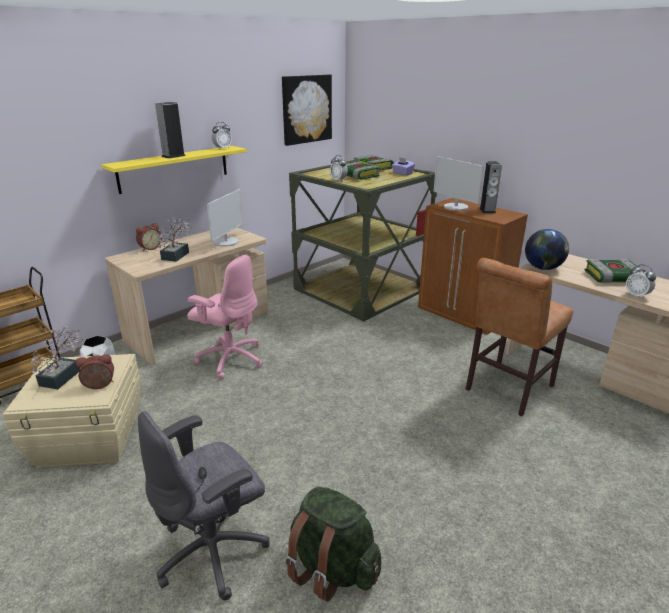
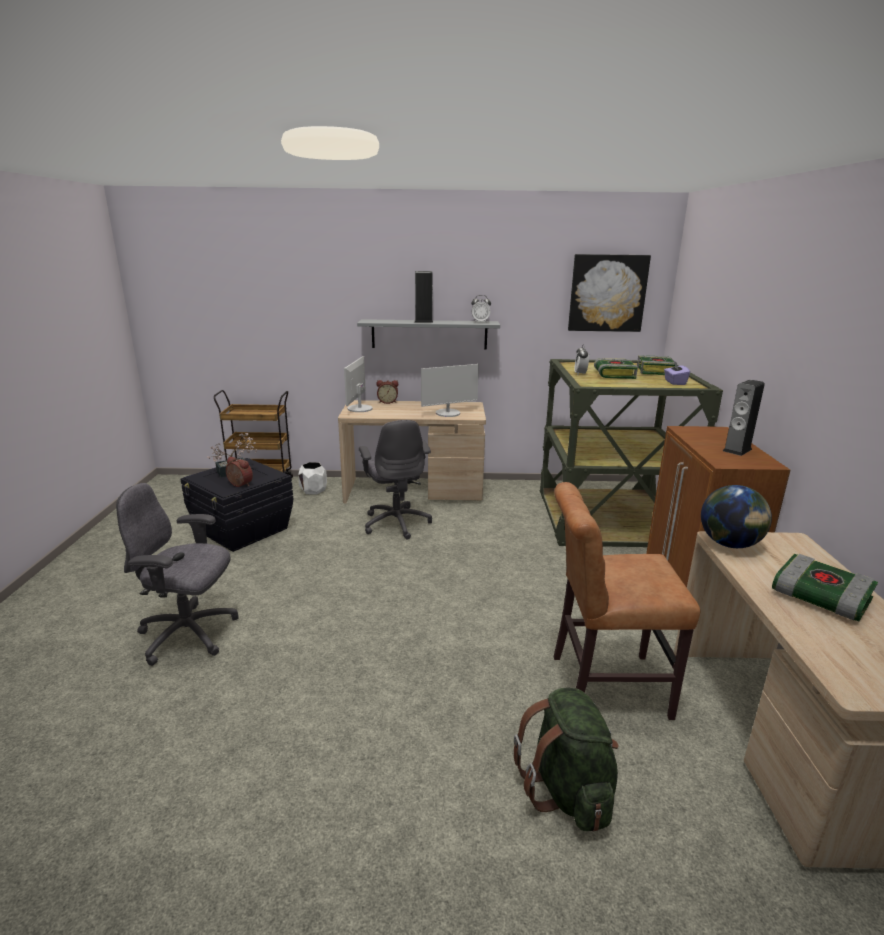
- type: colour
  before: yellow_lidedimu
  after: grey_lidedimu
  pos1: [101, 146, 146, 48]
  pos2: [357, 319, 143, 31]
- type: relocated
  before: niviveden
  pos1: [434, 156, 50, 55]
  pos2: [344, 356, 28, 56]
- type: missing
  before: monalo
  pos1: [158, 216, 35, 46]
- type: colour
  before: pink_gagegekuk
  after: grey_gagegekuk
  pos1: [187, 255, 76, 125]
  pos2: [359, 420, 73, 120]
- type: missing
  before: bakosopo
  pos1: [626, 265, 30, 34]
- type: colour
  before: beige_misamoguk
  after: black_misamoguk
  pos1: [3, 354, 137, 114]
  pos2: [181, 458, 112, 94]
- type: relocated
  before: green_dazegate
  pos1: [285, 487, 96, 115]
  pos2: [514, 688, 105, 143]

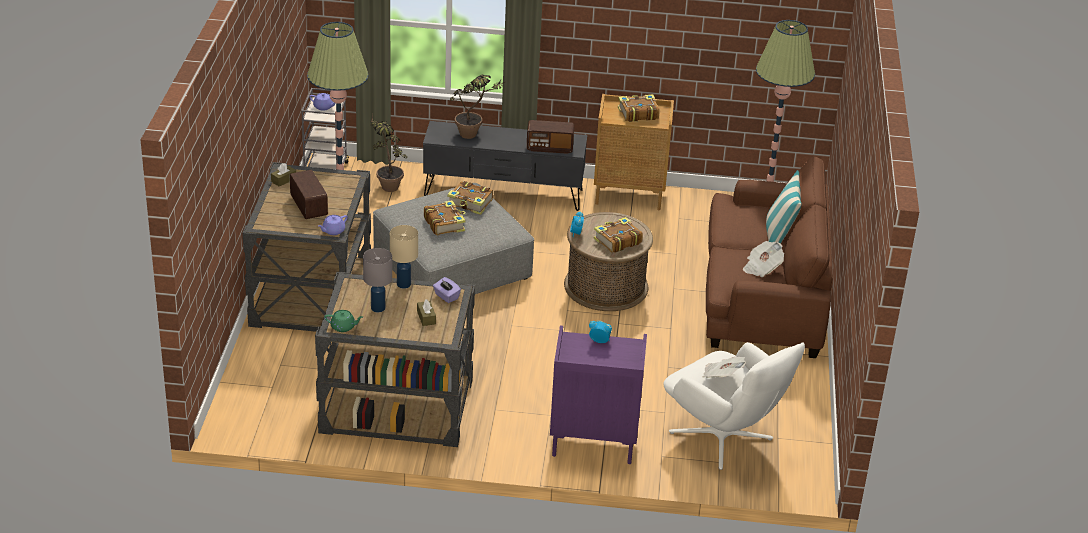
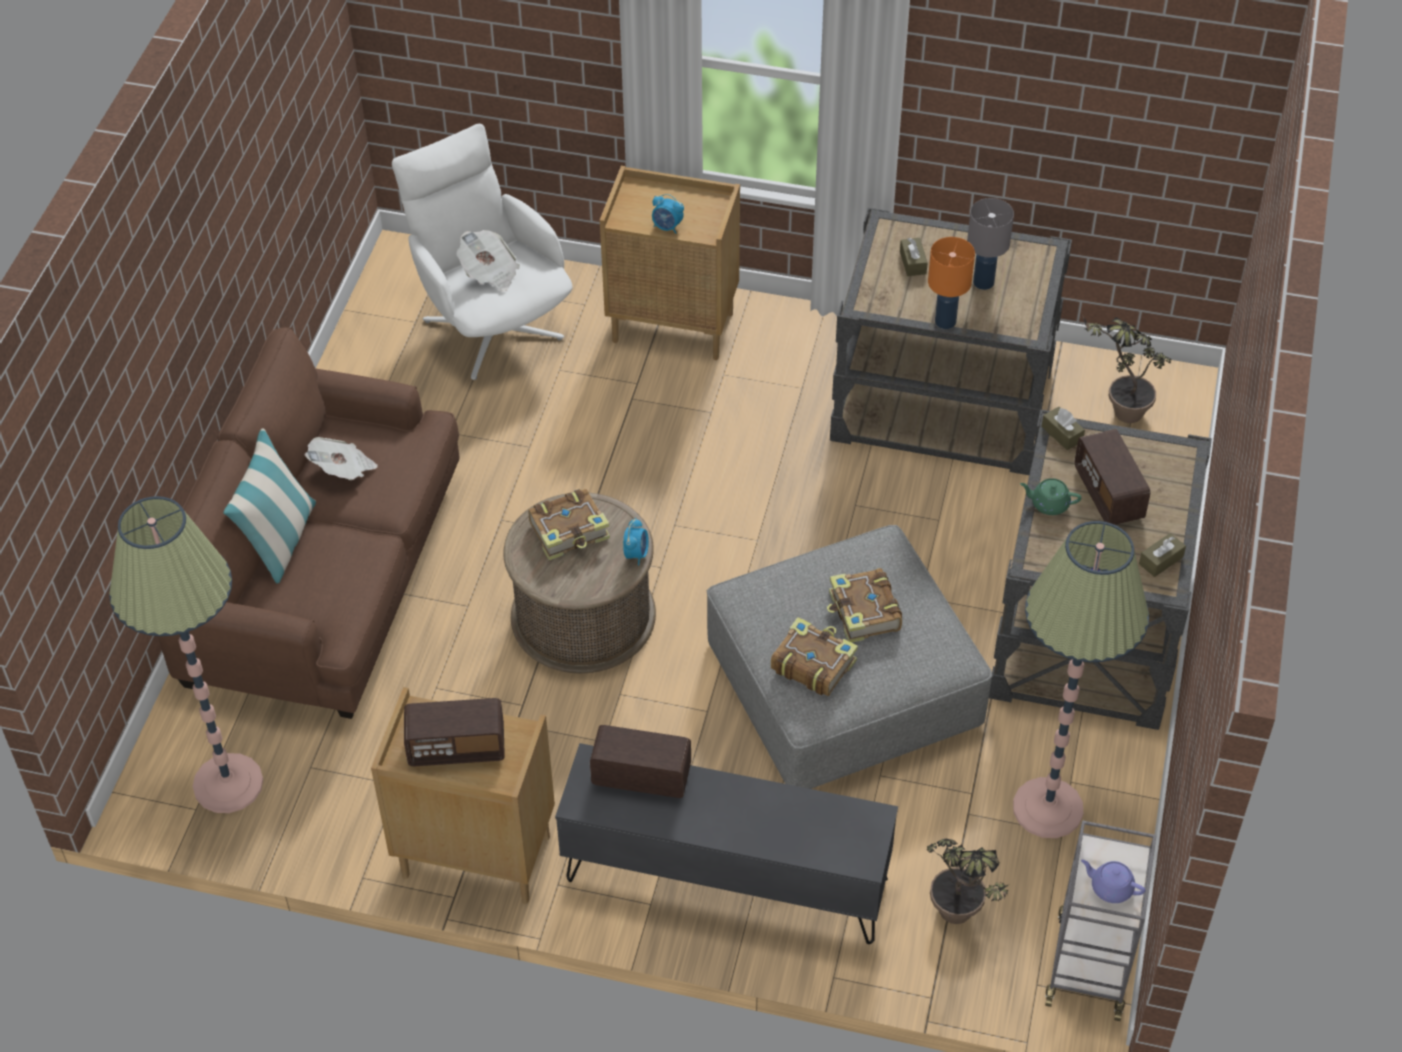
- type: relocated
  before: monalo
  pos1: [450, 74, 55, 65]
  pos2: [1082, 315, 89, 108]
- type: exchanged
  before: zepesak
  after: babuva
  pos1: [618, 94, 42, 28]
  pos2: [404, 698, 101, 68]
- type: exchanged
  before: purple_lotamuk
  after: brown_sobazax
  pos1: [318, 215, 30, 20]
  pos2: [1041, 407, 44, 43]
- type: colour
  before: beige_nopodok
  after: orange_nopodok
  pos1: [390, 225, 28, 64]
  pos2: [928, 237, 47, 92]
- type: missing
  before: purple_sobazax
  pos1: [433, 277, 28, 26]
- type: relocated
  before: green_lotamuk
  pos1: [324, 310, 39, 22]
  pos2: [1020, 478, 62, 37]
- type: colour
  before: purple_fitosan
  after: brown_fitosan
  pos1: [550, 325, 97, 139]
  pos2: [600, 166, 140, 194]

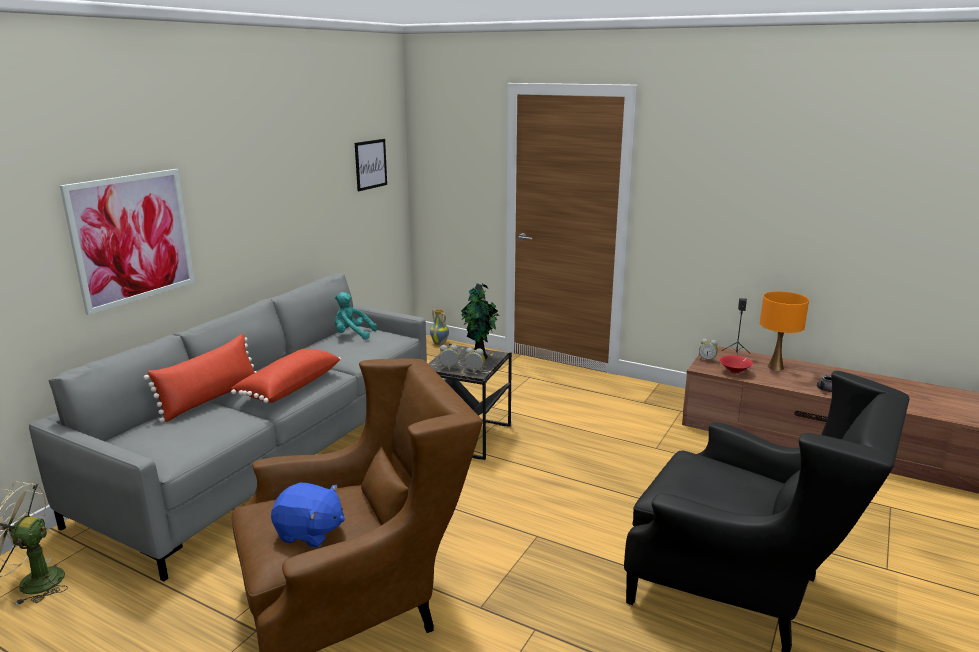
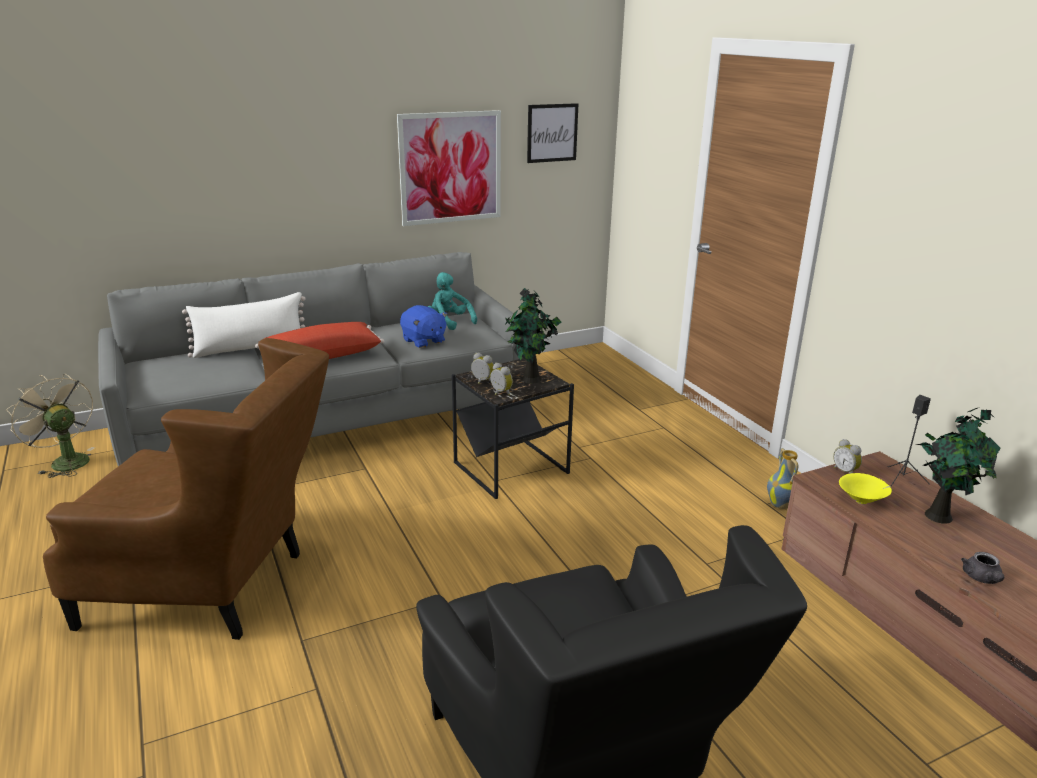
- type: relocated
  before: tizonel
  pos1: [60, 169, 135, 146]
  pos2: [397, 110, 104, 116]
- type: exchanged
  before: orange_nopodok
  after: monalo
  pos1: [760, 291, 49, 80]
  pos2: [916, 408, 85, 116]
- type: relocated
  before: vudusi
  pos1: [430, 309, 19, 36]
  pos2: [767, 448, 31, 61]
- type: colour
  before: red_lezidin
  after: white_lezidin
  pos1: [144, 334, 113, 89]
  pos2: [182, 292, 123, 66]
- type: colour
  before: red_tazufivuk
  after: yellow_tazufivuk
  pos1: [720, 355, 33, 19]
  pos2: [839, 473, 53, 31]
- type: relocated
  before: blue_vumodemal
  pos1: [271, 483, 74, 65]
  pos2: [400, 305, 47, 43]

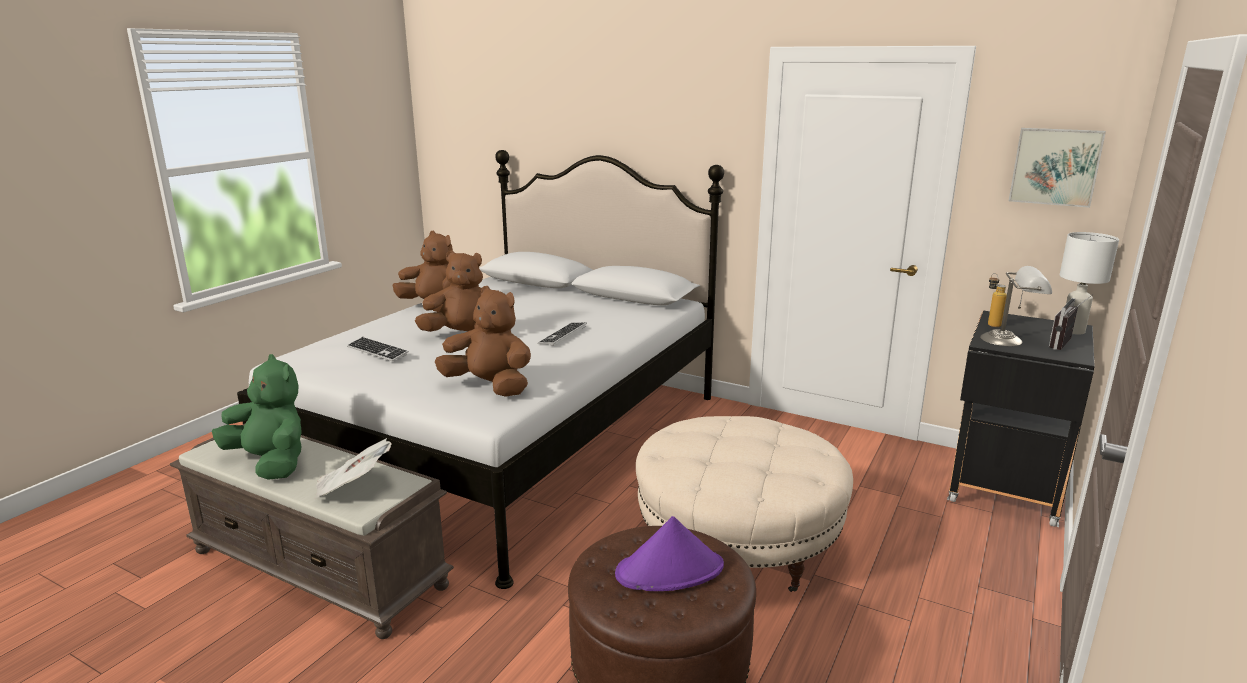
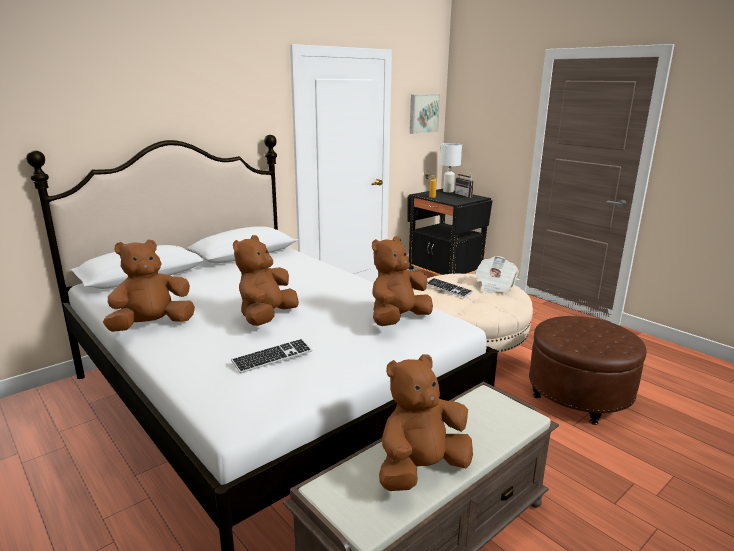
- type: missing
  before: white_nopodok
  pos1: [980, 266, 72, 80]
- type: relocated
  before: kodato
  pos1: [537, 323, 50, 23]
  pos2: [427, 278, 46, 20]
- type: colour
  before: green_vumodemal
  after: brown_vumodemal
  pos1: [212, 354, 90, 126]
  pos2: [379, 354, 94, 137]
- type: relocated
  before: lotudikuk
  pos1: [315, 438, 76, 61]
  pos2: [475, 256, 44, 38]
- type: missing
  before: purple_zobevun
  pos1: [615, 516, 109, 75]

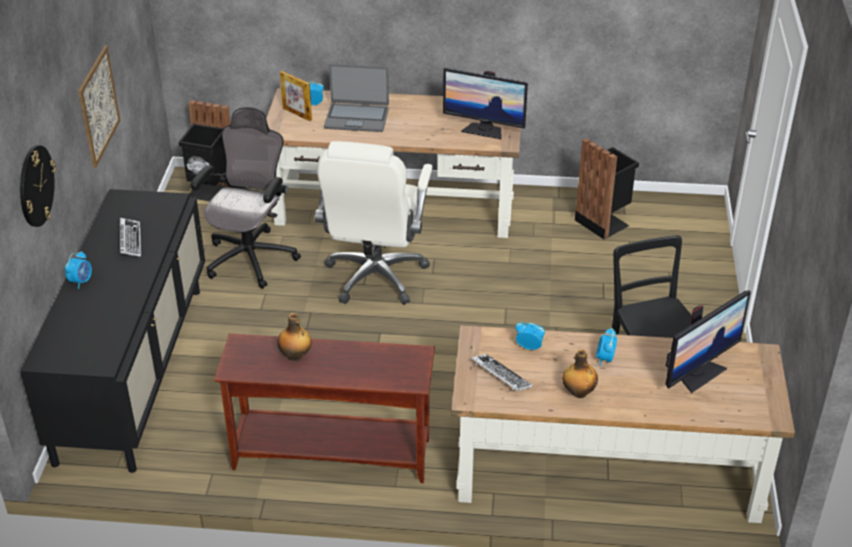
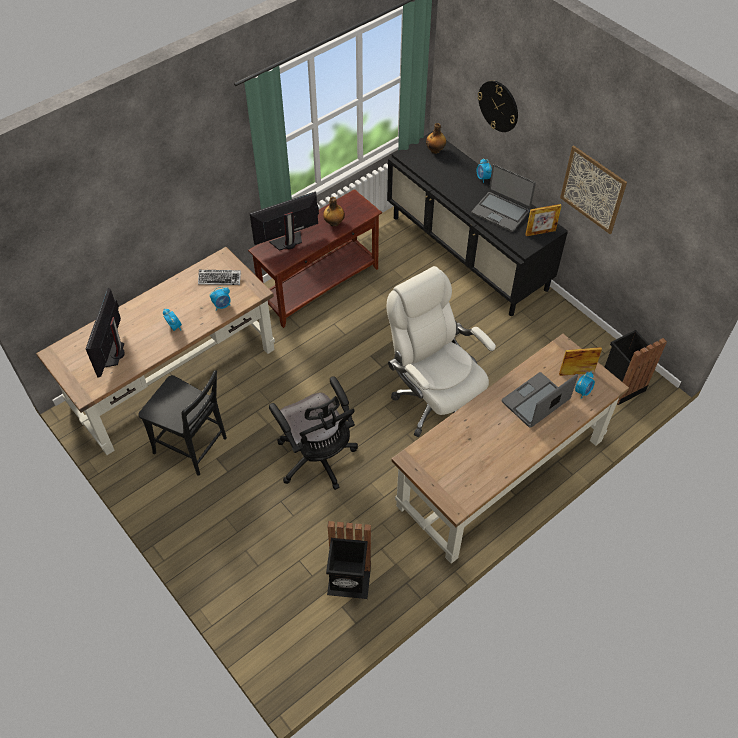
- type: relocated
  before: niviveden
  pos1: [443, 68, 85, 72]
  pos2: [250, 191, 69, 60]
- type: relocated
  before: gagegekuk
  pos1: [191, 107, 110, 181]
  pos2: [269, 376, 89, 114]
- type: exchanged
  before: kodato
  after: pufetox
  pos1: [119, 218, 22, 39]
  pos2: [472, 164, 64, 68]
- type: relocated
  before: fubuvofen
  pos1: [562, 349, 36, 49]
  pos2: [426, 123, 20, 31]
- type: appeared
  after: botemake
  pos2: [525, 204, 37, 32]

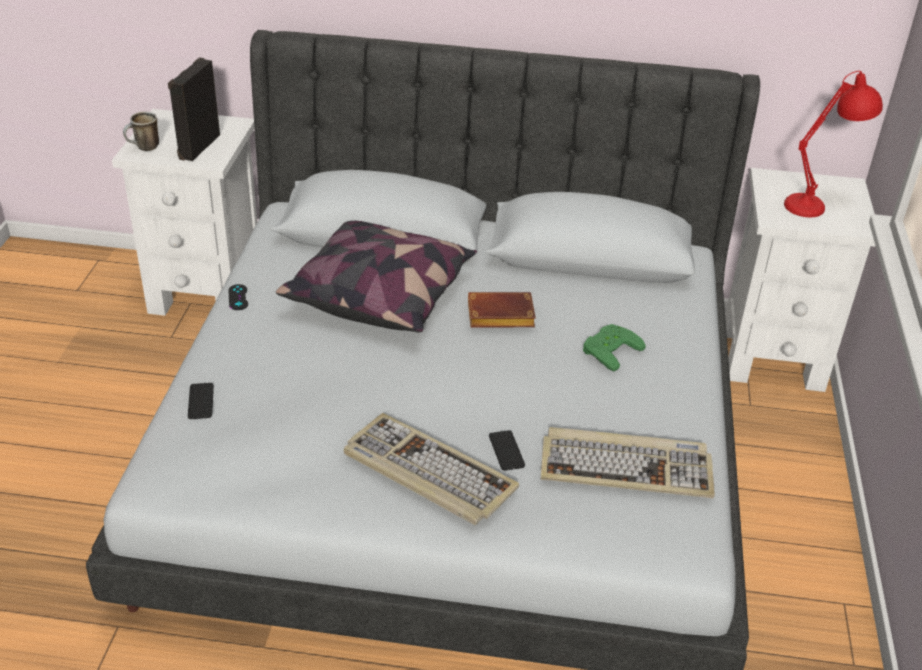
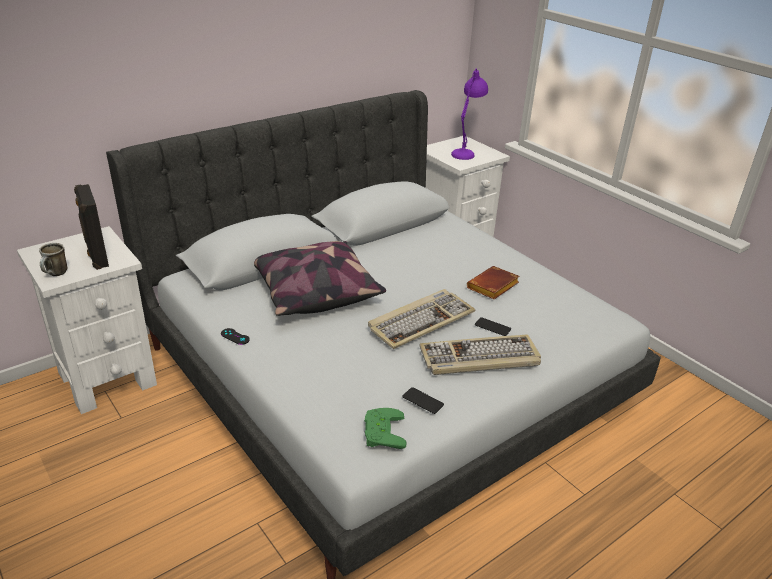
- type: colour
  before: red_nopodok
  after: purple_nopodok
  pos1: [784, 71, 99, 146]
  pos2: [451, 69, 37, 91]
- type: relocated
  before: brown_zepesak
  pos1: [468, 292, 68, 36]
  pos2: [467, 266, 53, 33]
- type: relocated
  before: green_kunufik
  pos1: [583, 324, 63, 47]
  pos2: [365, 408, 42, 41]
- type: relocated
  before: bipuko
  pos1: [188, 383, 26, 36]
  pos2: [403, 387, 41, 27]
- type: relocated
  before: kodato
  pos1: [541, 427, 174, 71]
  pos2: [368, 289, 107, 60]

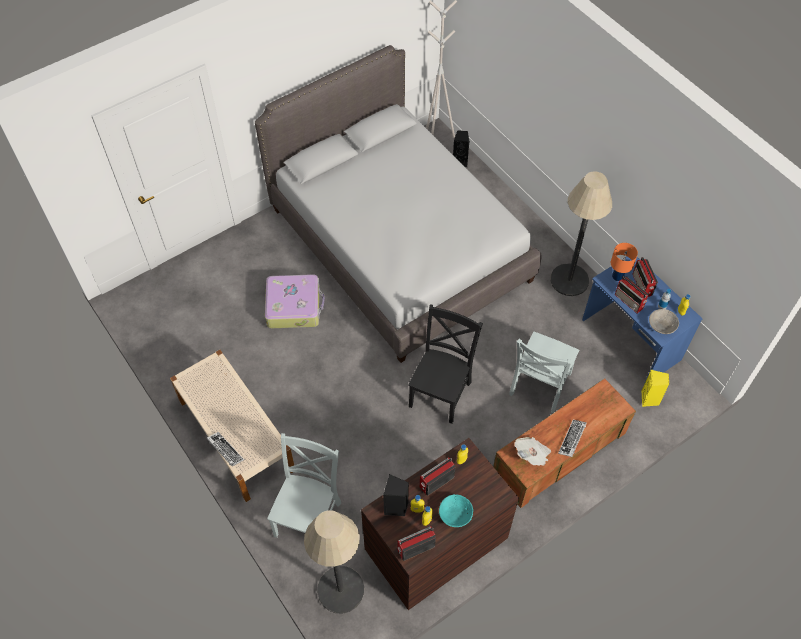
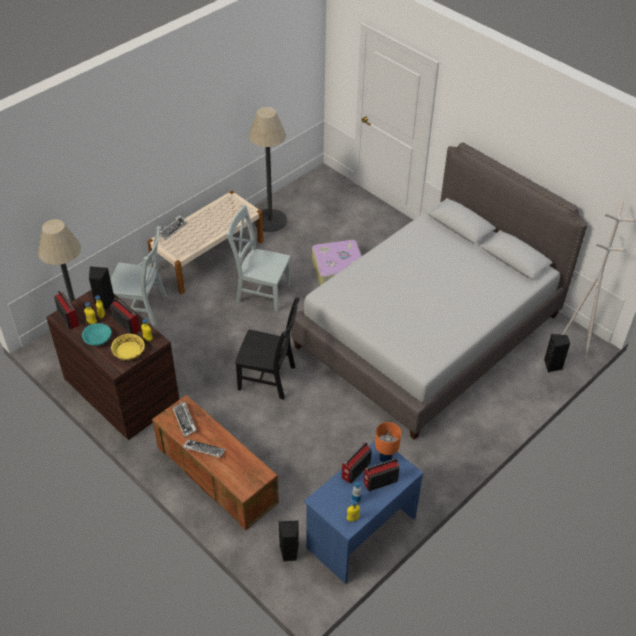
- type: relocated
  before: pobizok
  pos1: [550, 171, 62, 125]
  pos2: [249, 107, 38, 125]
- type: missing
  before: grey_tazufivuk
  pos1: [649, 309, 30, 25]
- type: relocated
  before: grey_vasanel
  pos1: [509, 332, 70, 81]
  pos2: [226, 204, 64, 108]
- type: colour
  before: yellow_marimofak
  after: black_marimofak
  pos1: [642, 370, 27, 37]
  pos2: [278, 520, 21, 41]
- type: exchanged
  before: lotudikuk
  after: kodato
  pos1: [514, 437, 37, 29]
  pos2: [173, 401, 24, 37]
- type: appeared
  after: yellow_tazufivuk
  pos2: [111, 334, 34, 27]

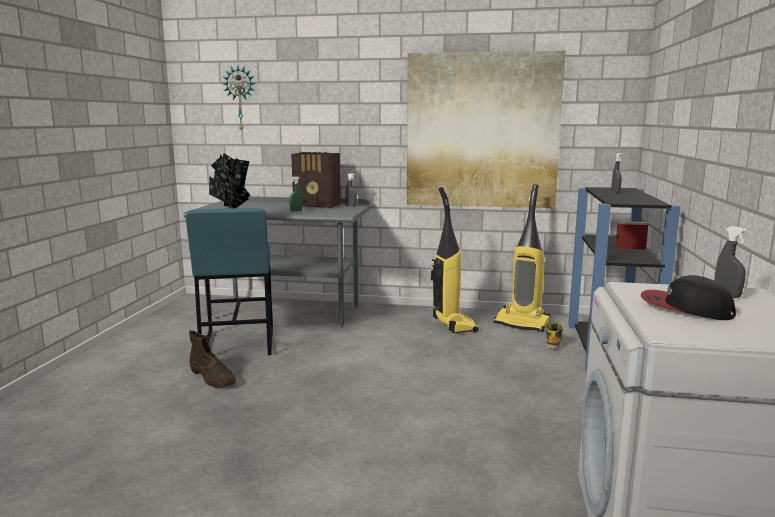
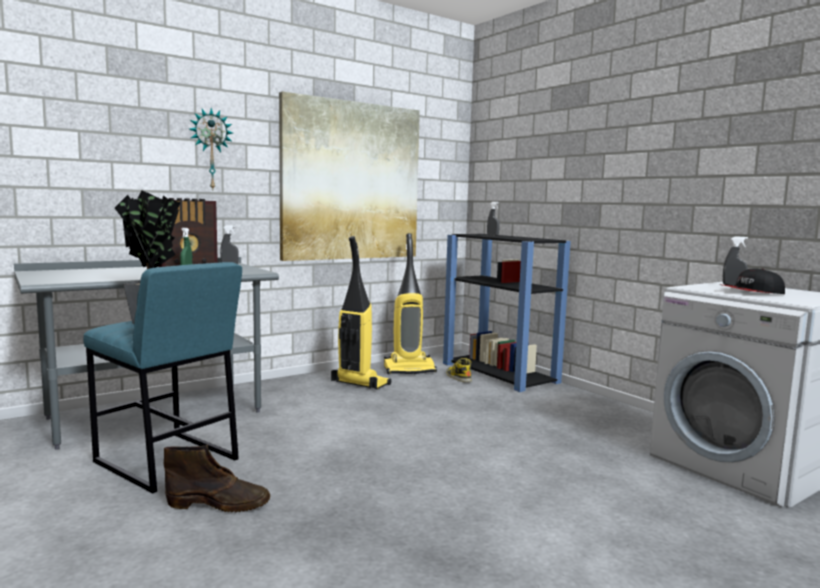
- type: relocated
  before: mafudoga
  pos1: [222, 66, 34, 66]
  pos2: [190, 108, 43, 81]

